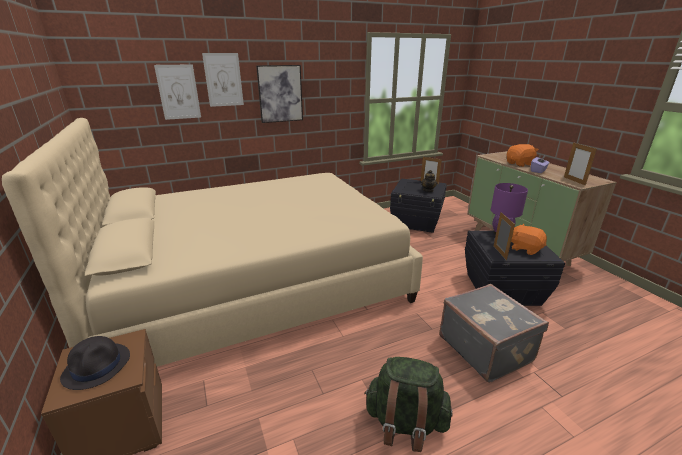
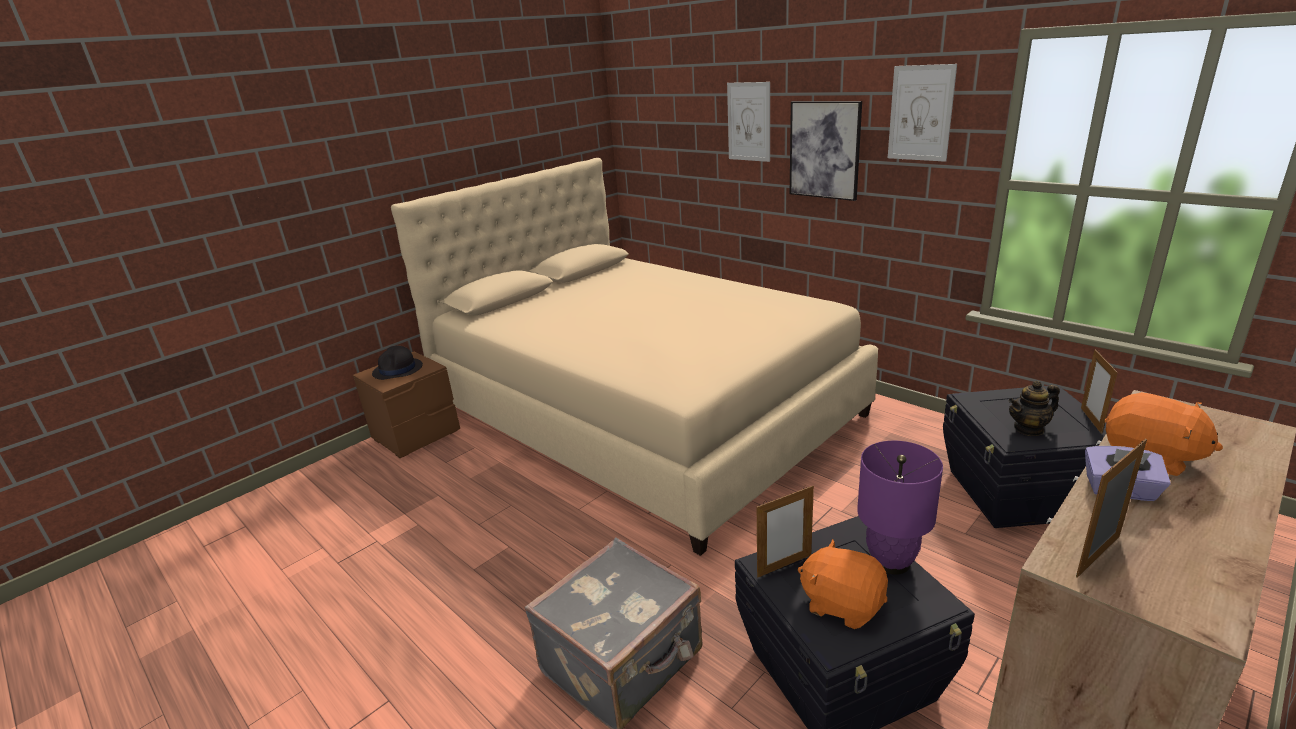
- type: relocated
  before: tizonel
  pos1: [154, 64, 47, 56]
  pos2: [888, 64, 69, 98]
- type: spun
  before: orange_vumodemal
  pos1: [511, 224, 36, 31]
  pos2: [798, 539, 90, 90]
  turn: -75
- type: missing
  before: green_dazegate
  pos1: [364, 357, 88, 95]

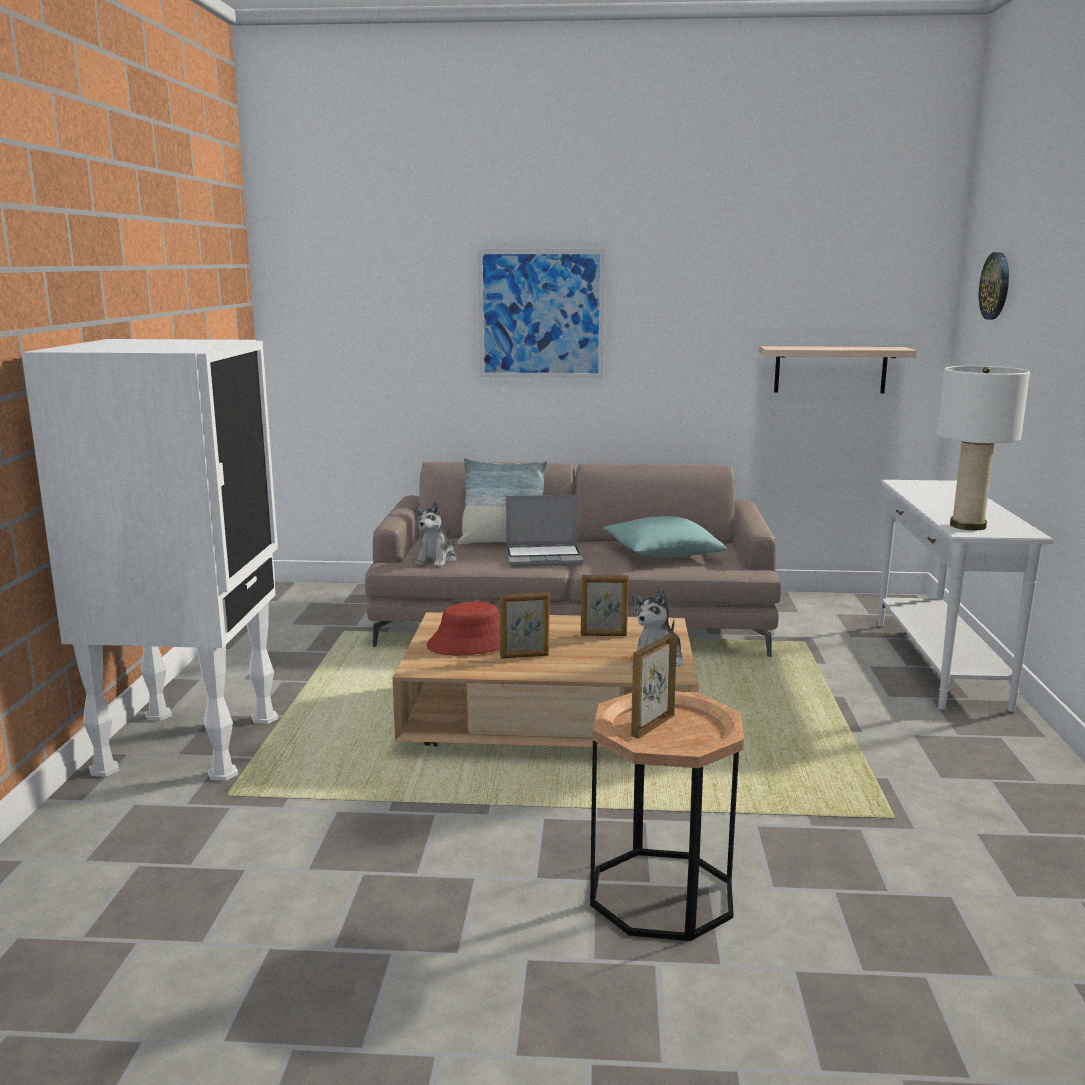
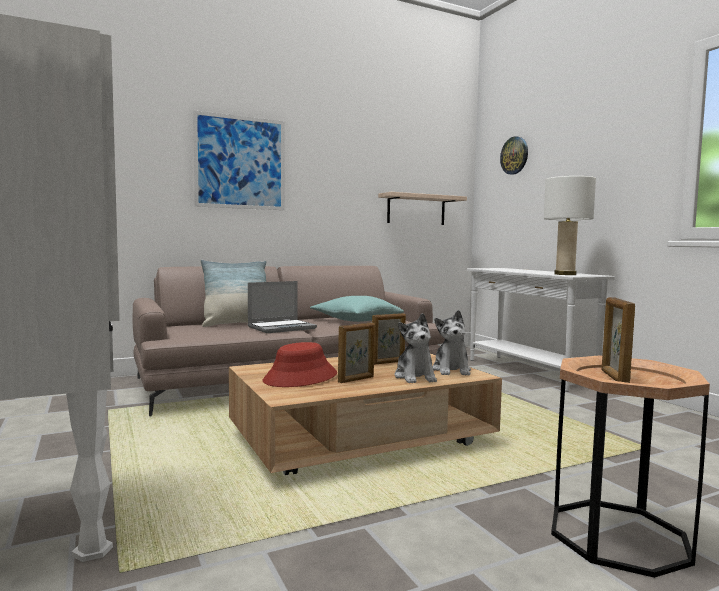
- type: relocated
  before: vumodemal
  pos1: [414, 501, 43, 66]
  pos2: [395, 313, 42, 70]

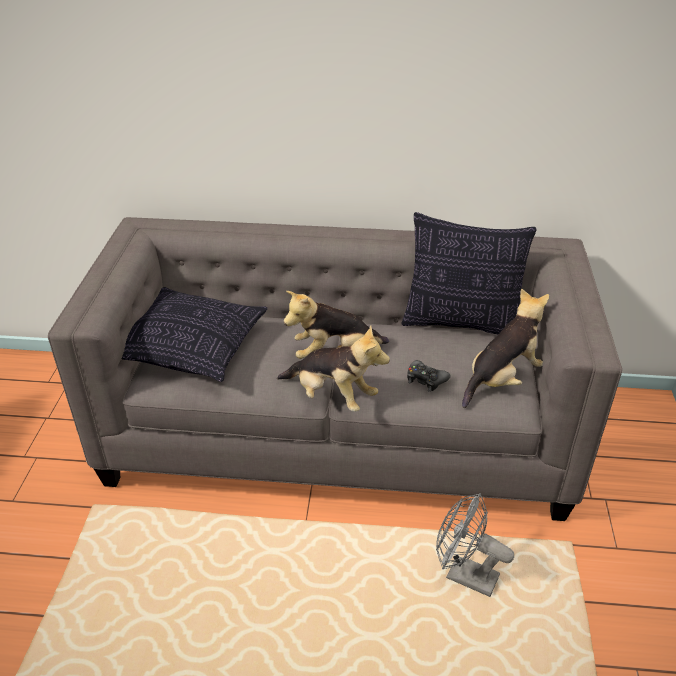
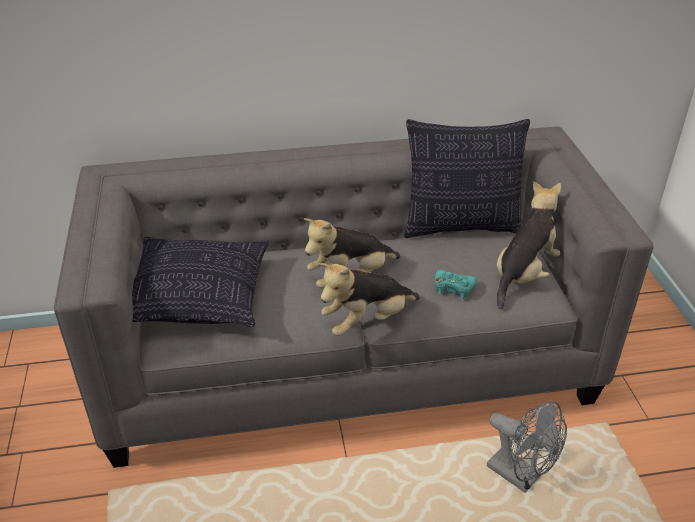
- type: spun
  before: vumodemal
  pos1: [277, 325, 113, 87]
  pos2: [319, 263, 101, 73]
  turn: 135
- type: colour
  before: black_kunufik
  after: turquoise_kunufik
  pos1: [407, 360, 43, 32]
  pos2: [435, 270, 42, 29]
- type: spun
  before: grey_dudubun
  pos1: [436, 493, 78, 104]
  pos2: [487, 401, 80, 92]
  turn: -150

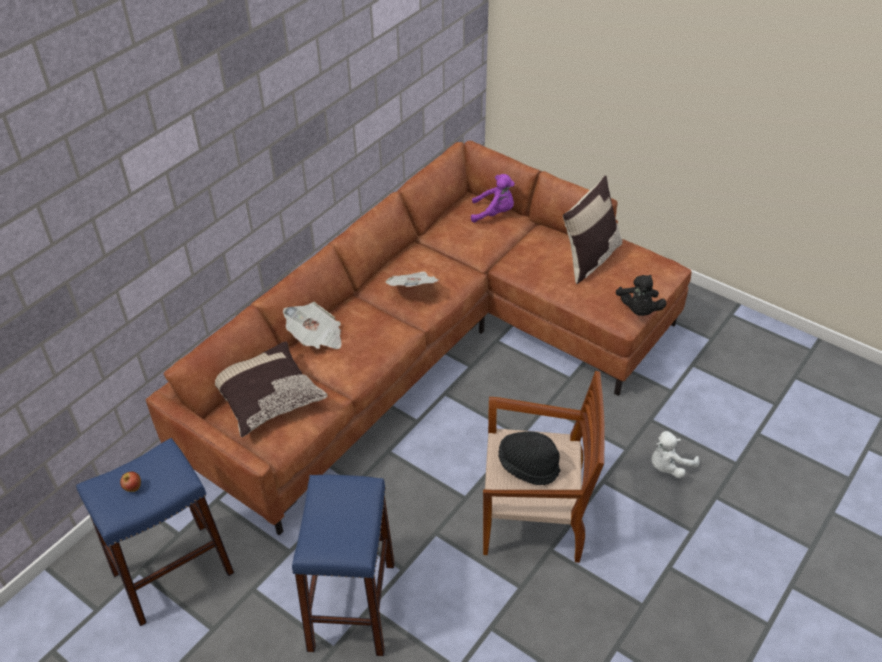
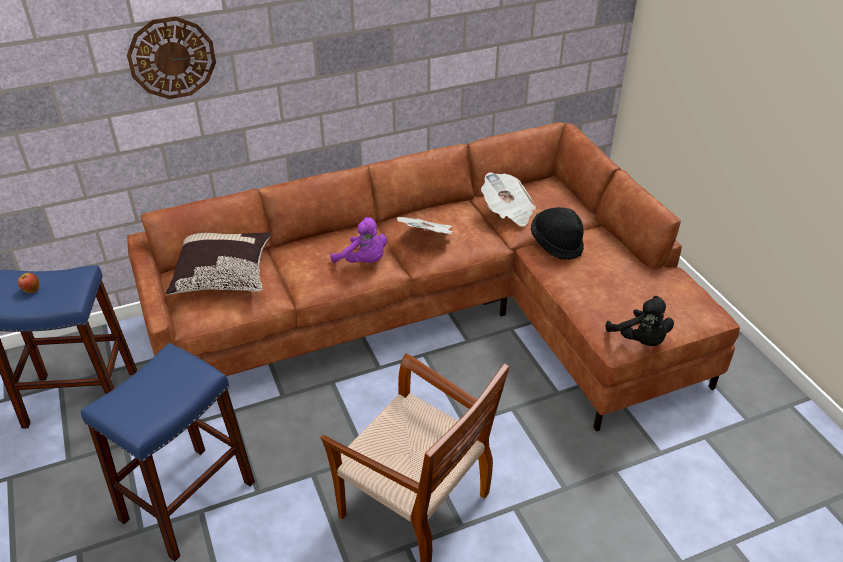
- type: relocated
  before: purple_vumodemal
  pos1: [471, 174, 44, 49]
  pos2: [330, 217, 57, 46]
- type: missing
  before: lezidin
  pos1: [563, 175, 60, 109]
- type: spun
  before: black_vumodemal
  pos1: [616, 275, 50, 41]
  pos2: [605, 296, 69, 50]
  turn: -60
- type: relocated
  before: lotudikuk
  pos1: [283, 302, 58, 47]
  pos2: [481, 172, 55, 55]
- type: relocated
  before: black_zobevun
  pos1: [498, 431, 62, 54]
  pos2: [531, 207, 53, 53]
- type: missing
  before: white_vumodemal
  pos1: [651, 431, 48, 47]
- type: appeared
  after: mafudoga
  pos2: [127, 16, 89, 83]

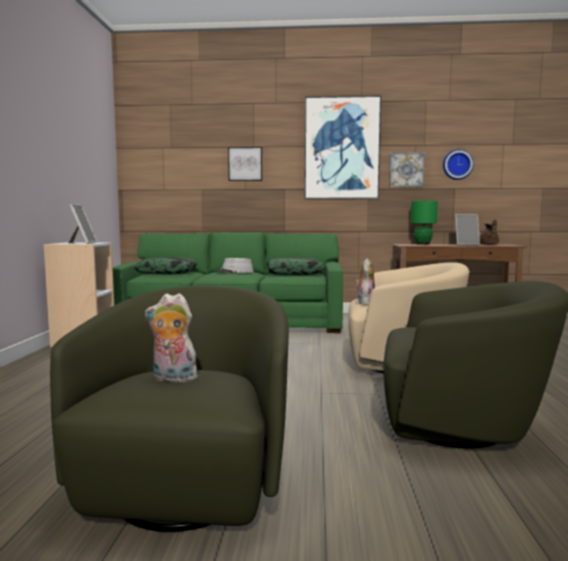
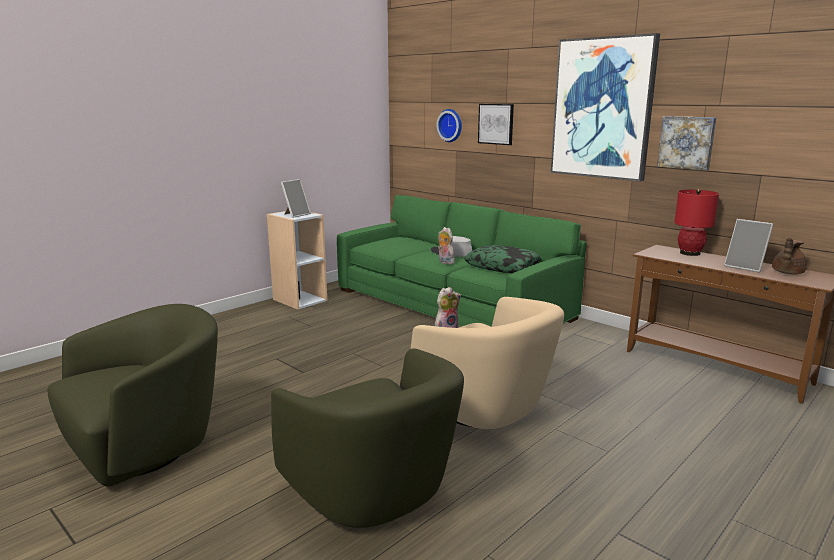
- type: relocated
  before: mafudoga
  pos1: [443, 149, 31, 31]
  pos2: [436, 109, 26, 33]
- type: colour
  before: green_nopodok
  after: red_nopodok
  pos1: [411, 199, 27, 46]
  pos2: [674, 189, 45, 67]
- type: missing
  before: lezidin
  pos1: [134, 257, 63, 17]
- type: relocated
  before: vumodemal
  pos1: [145, 293, 53, 90]
  pos2: [438, 227, 17, 37]

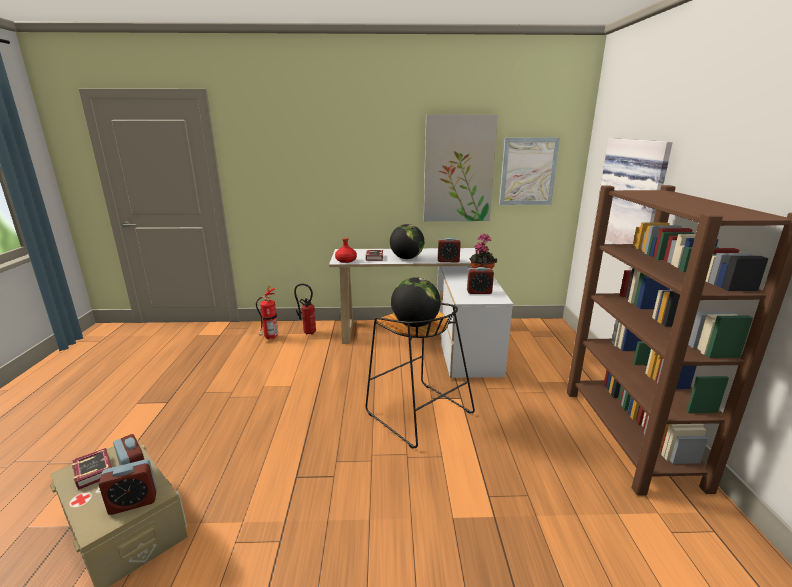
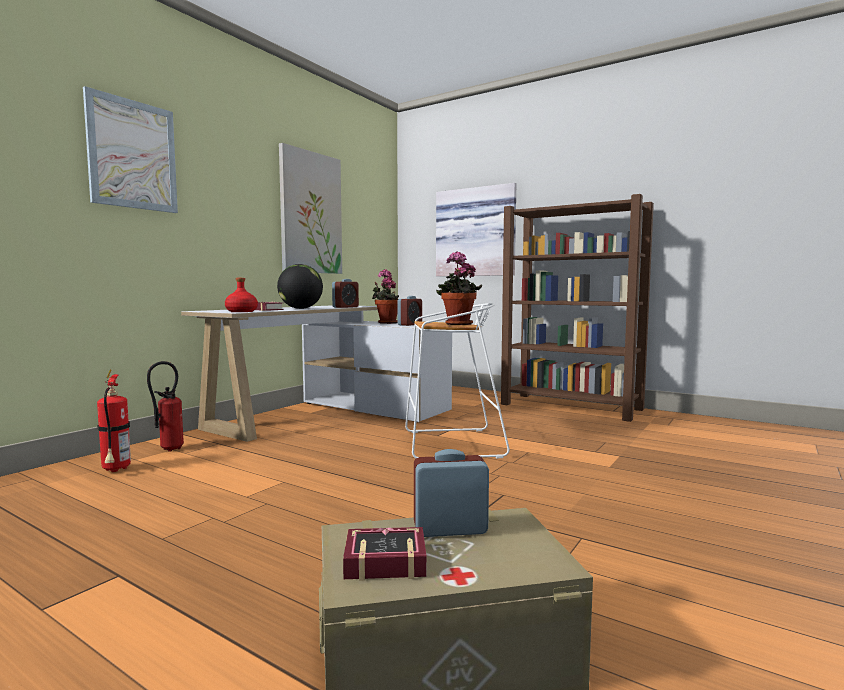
- type: relocated
  before: tizonel
  pos1: [499, 138, 61, 67]
  pos2: [83, 86, 95, 127]
- type: exchanged
  before: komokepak
  after: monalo
  pos1: [391, 277, 50, 50]
  pos2: [436, 251, 46, 74]
- type: colour
  before: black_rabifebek
  after: white_rabifebek
  pos1: [366, 303, 109, 146]
  pos2: [405, 303, 105, 155]
- type: missing
  before: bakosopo
  pos1: [99, 459, 58, 56]

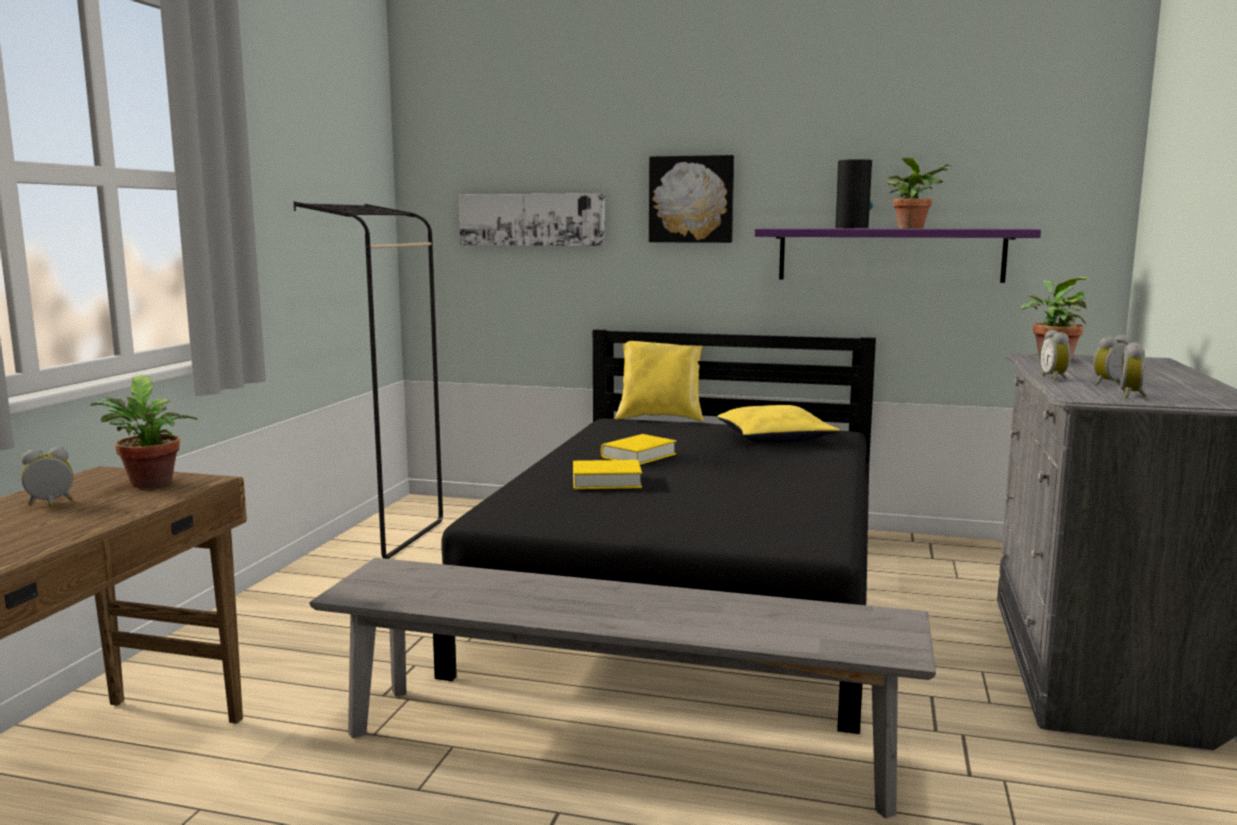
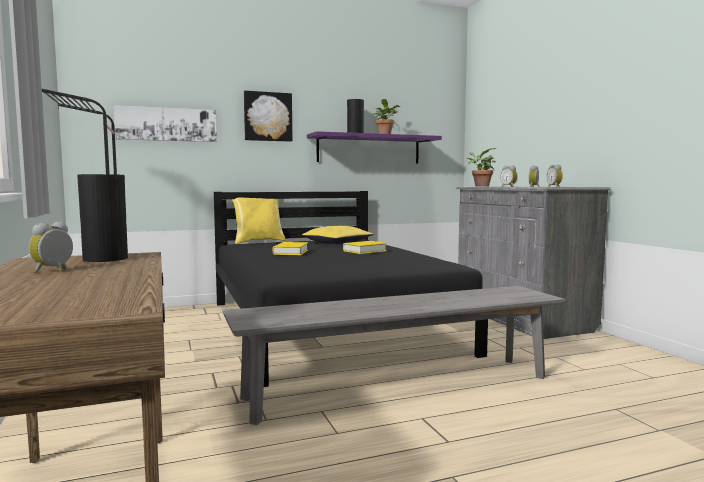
- type: exchanged
  before: monalo
  after: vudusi
  pos1: [90, 375, 108, 114]
  pos2: [77, 174, 51, 88]
- type: relocated
  before: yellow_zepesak
  pos1: [573, 460, 69, 29]
  pos2: [343, 241, 44, 13]

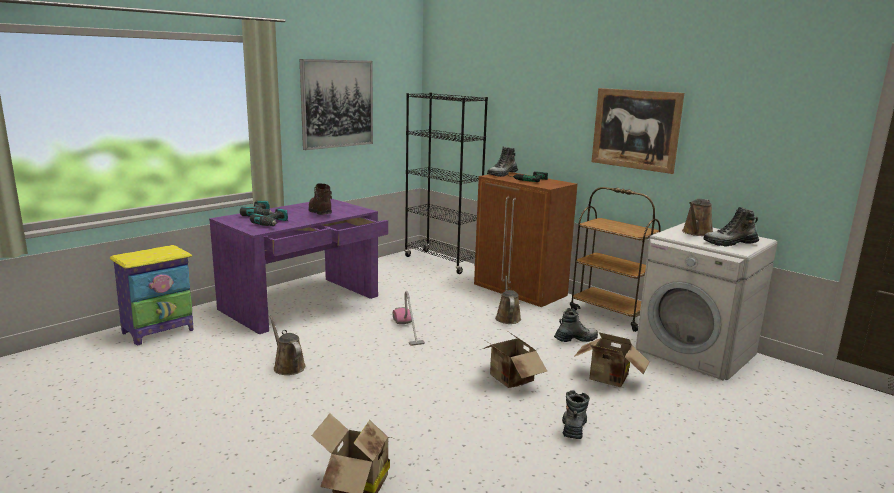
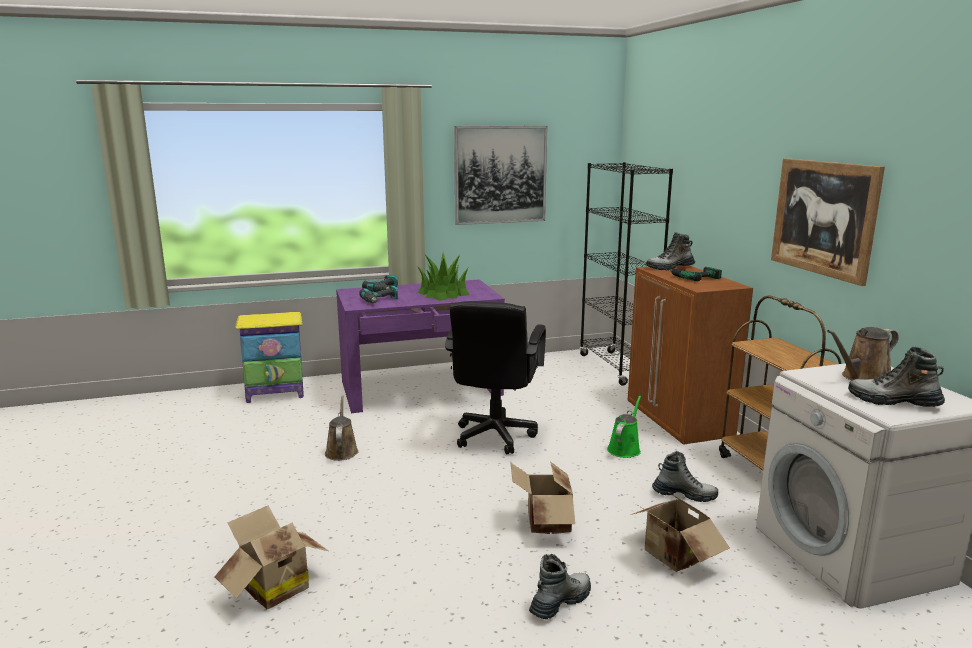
- type: exchanged
  before: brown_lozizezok
  after: monalo
  pos1: [309, 184, 23, 31]
  pos2: [417, 253, 53, 48]
- type: colour
  before: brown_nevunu
  after: green_nevunu
  pos1: [495, 276, 26, 48]
  pos2: [607, 396, 34, 62]
- type: exchanged
  before: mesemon
  after: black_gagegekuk
  pos1: [393, 291, 32, 55]
  pos2: [445, 301, 101, 153]

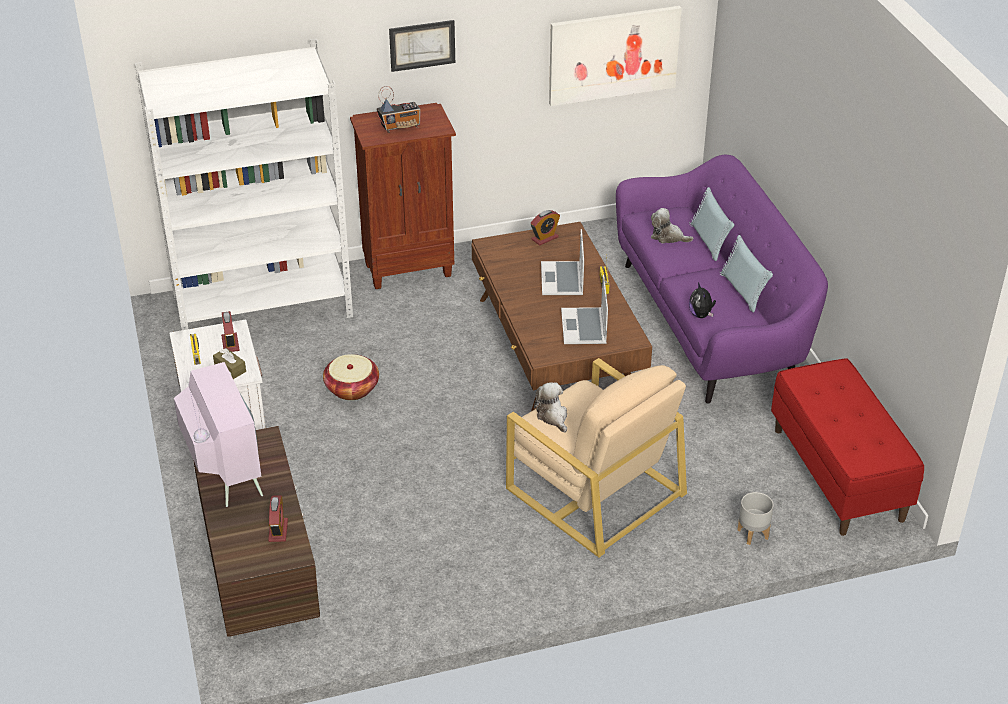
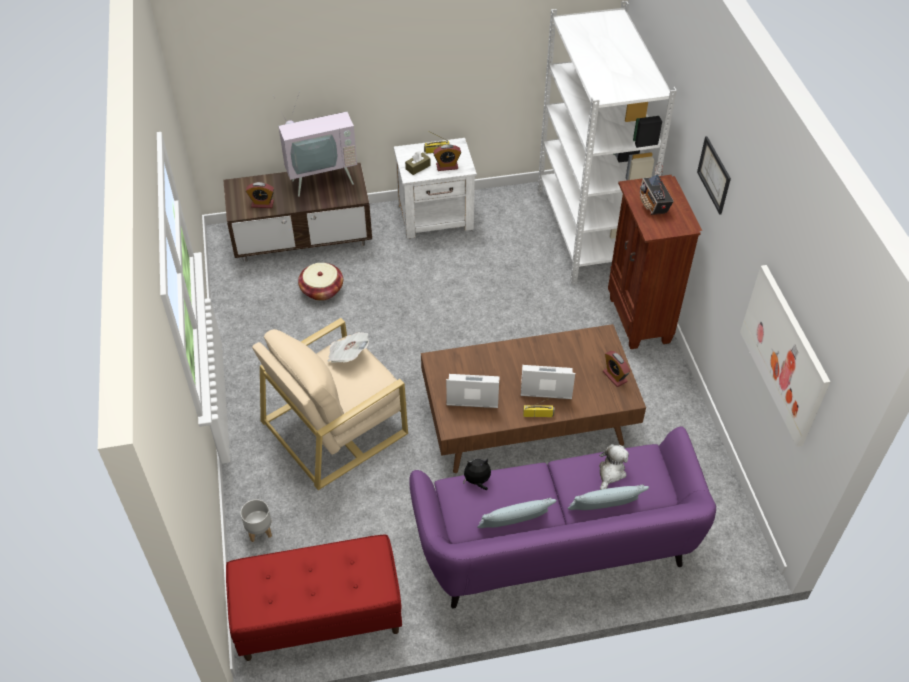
- type: relocated
  before: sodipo
  pos1: [323, 354, 56, 46]
  pos2: [298, 263, 45, 38]
- type: exchanged
  before: vumodemal
  after: lotudikuk
  pos1: [534, 382, 33, 51]
  pos2: [327, 332, 42, 31]

